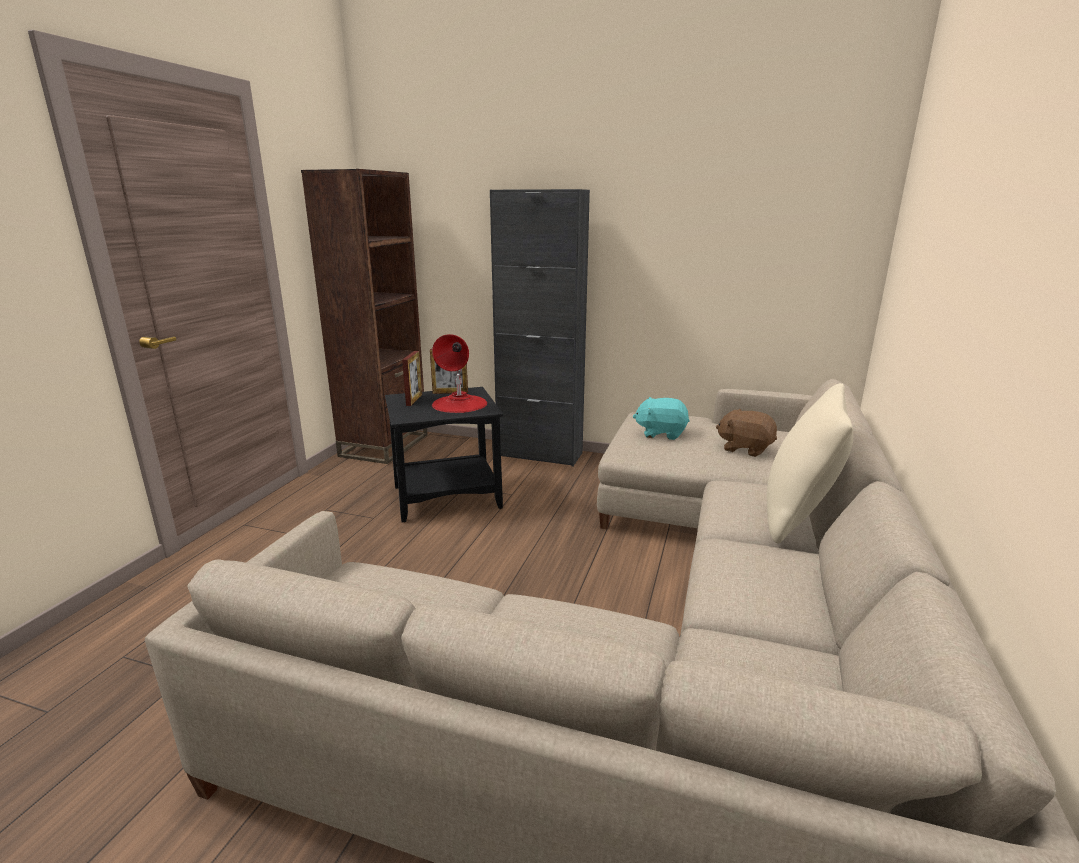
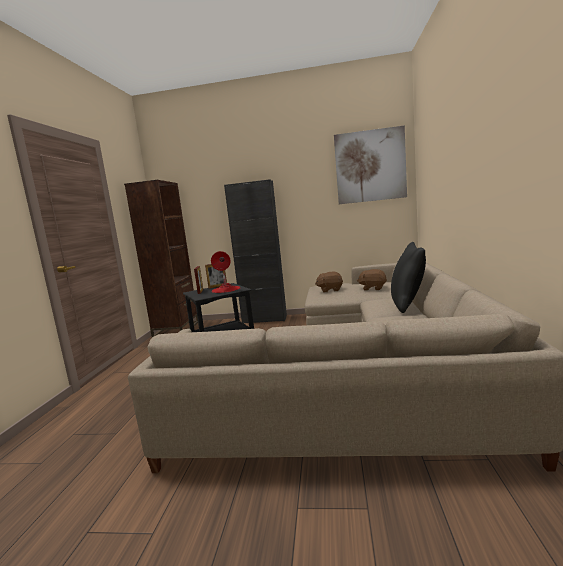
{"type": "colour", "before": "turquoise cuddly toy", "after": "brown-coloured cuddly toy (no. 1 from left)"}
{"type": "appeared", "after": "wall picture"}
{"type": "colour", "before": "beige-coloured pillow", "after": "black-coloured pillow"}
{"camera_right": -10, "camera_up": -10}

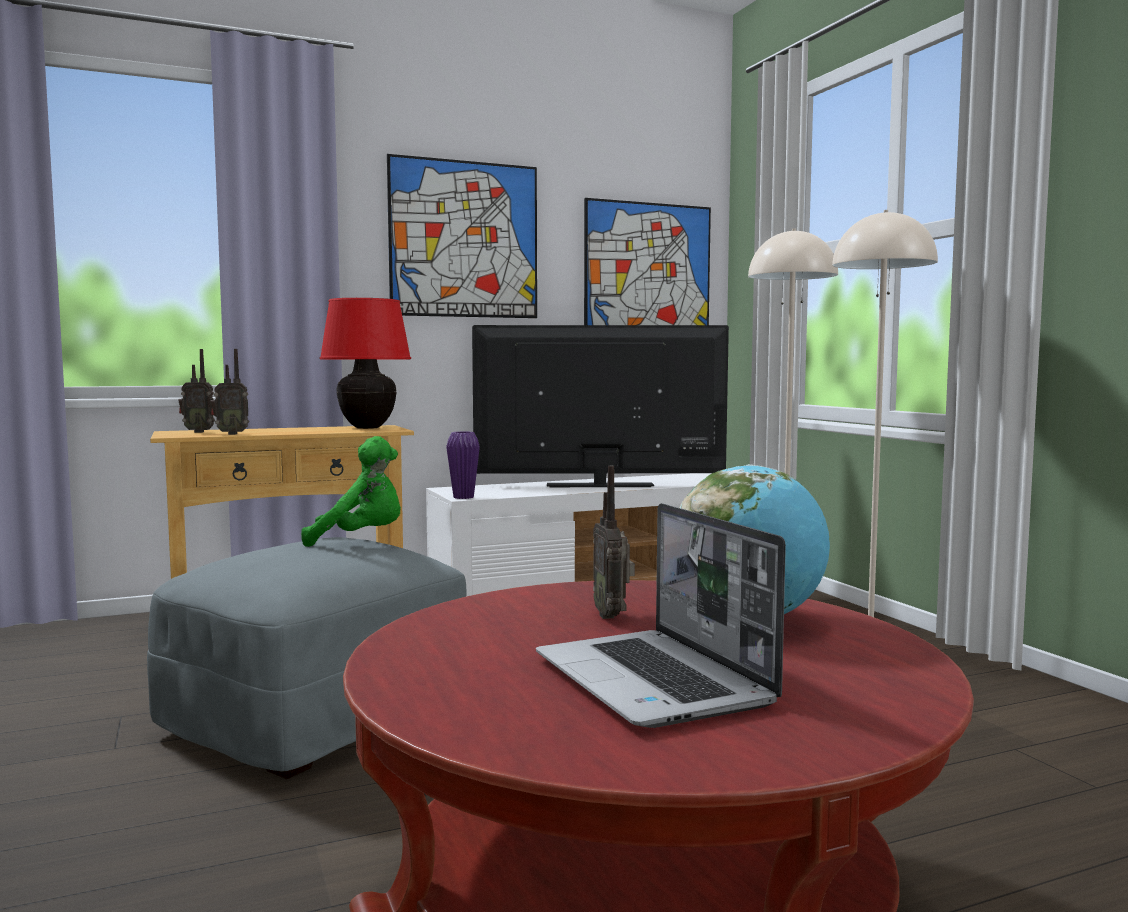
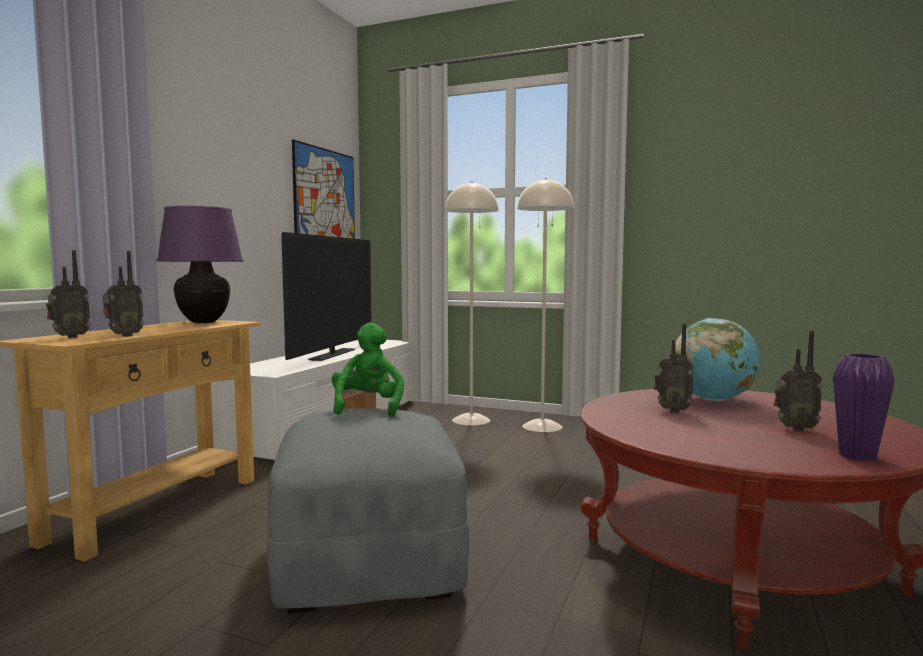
{"type": "colour", "before": "red tabletop lamp", "after": "purple-coloured tabletop lamp"}
{"type": "spun", "before": "TV", "turn": 150}
{"type": "spun", "before": "green cuddly toy", "turn": -45}
{"type": "exchanged", "before": "portable computer", "after": "radio set (no. 4 from left)"}
{"type": "relocated", "before": "purple-coloured decorative vase"}
{"type": "missing", "before": "wall picture (no. 1 from left)"}
{"camera_right": -45, "camera_up": 0}

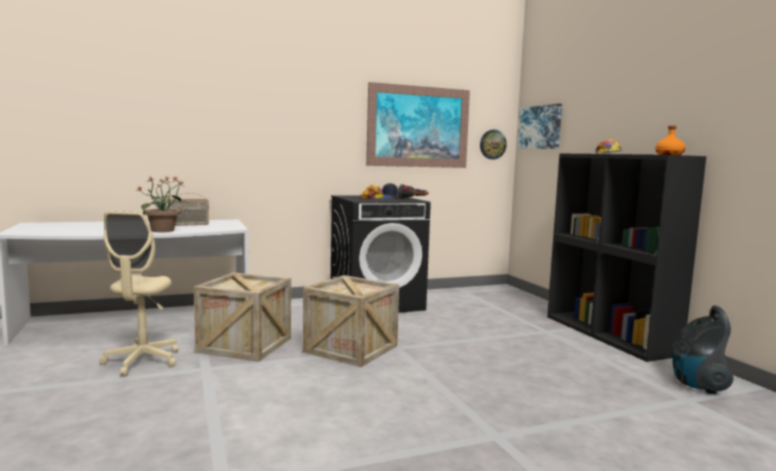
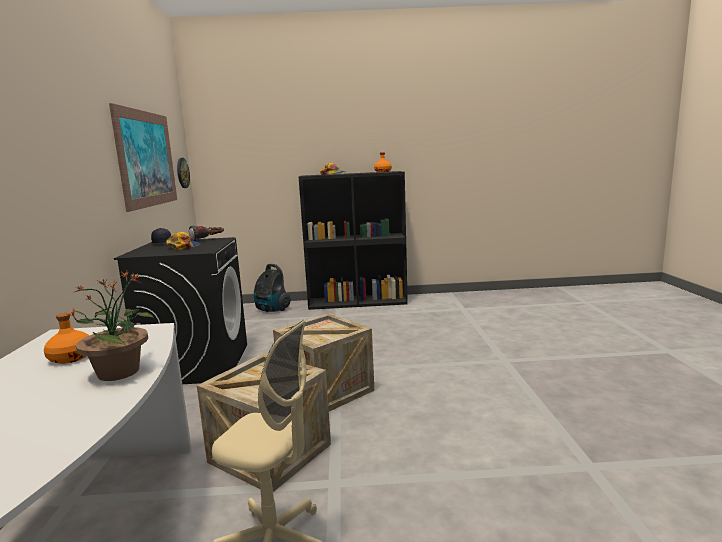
{"type": "exchanged", "before": "radio set", "after": "orange bottle (no. 1 from left)"}
{"type": "relocated", "before": "vacuum"}
{"type": "missing", "before": "wall picture (no. 2 from left)"}
{"camera_right": -70, "camera_up": 5}

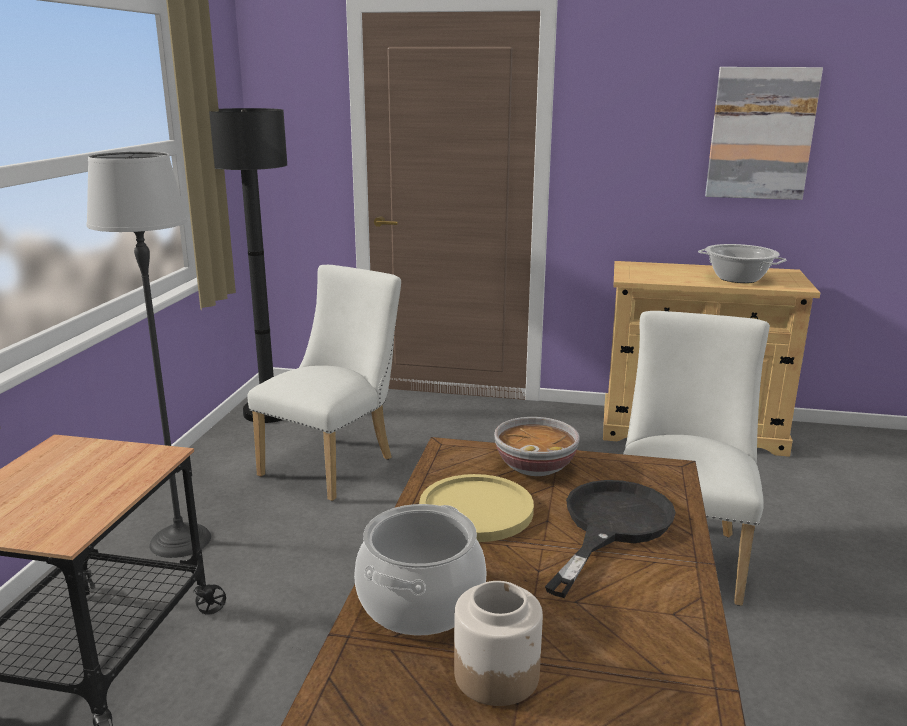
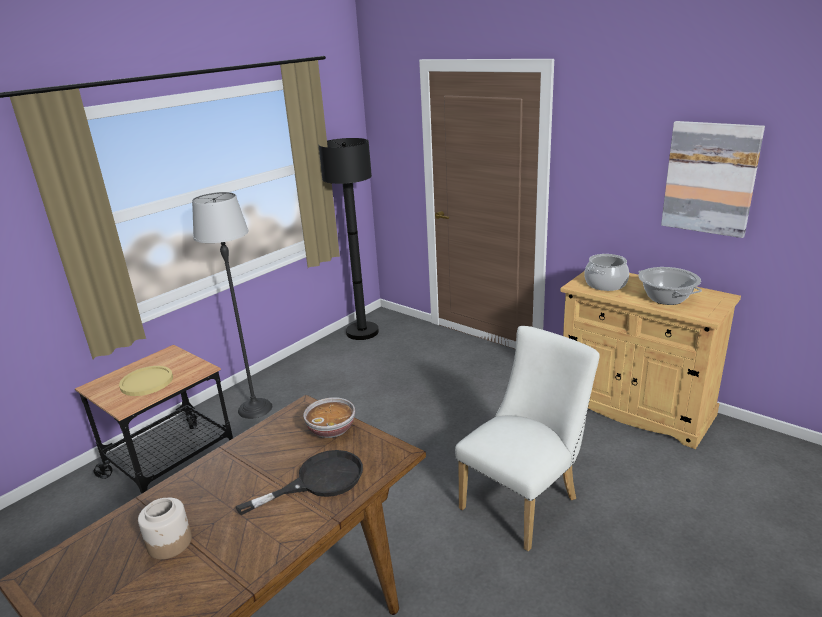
{"type": "relocated", "before": "yellow-coloured plate"}
{"type": "relocated", "before": "saucepot (no. 1 from left)"}
{"type": "missing", "before": "white-coloured upright chair (no. 1 from left)"}
{"camera_right": 30, "camera_up": 5}

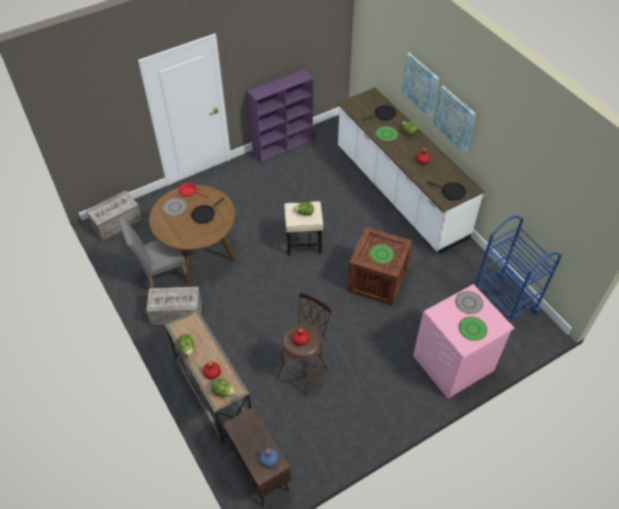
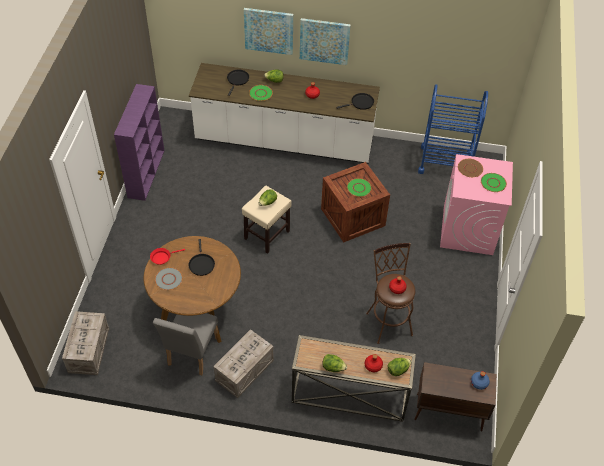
{"type": "colour", "before": "grey plate (no. 2 from left)", "after": "brown-coloured plate"}
{"camera_right": -50, "camera_up": 0}

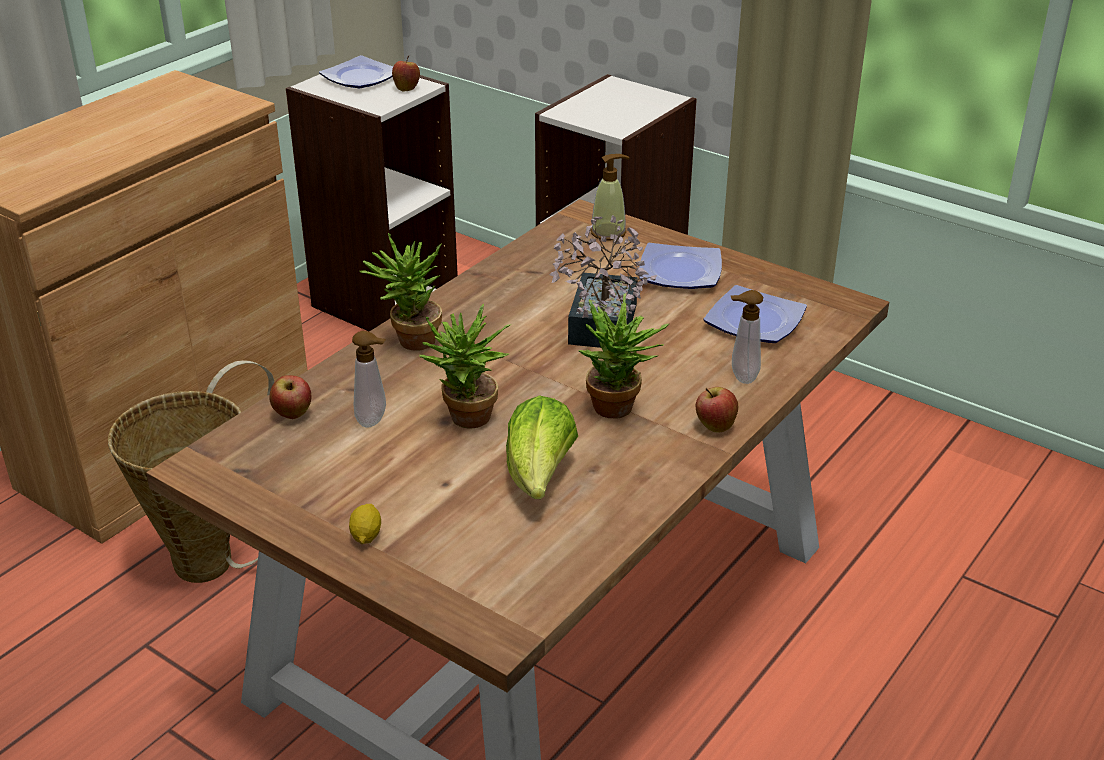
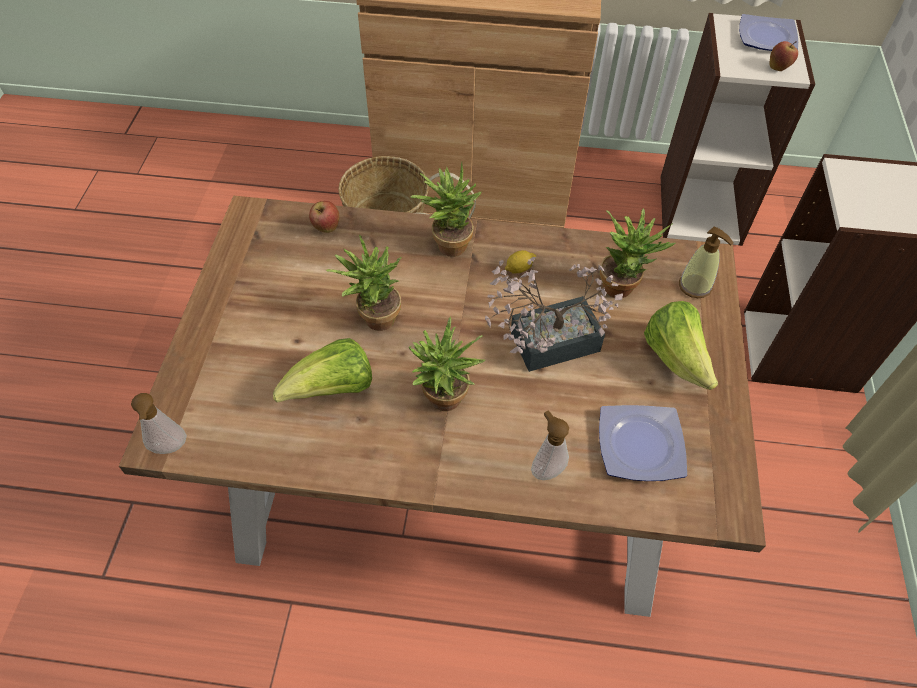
{"type": "relocated", "before": "liquid soap bottle (no. 1 from left)"}
{"type": "relocated", "before": "citrus fruit"}
{"type": "appeared", "after": "potted plant (no. 5 from left)"}
{"type": "exchanged", "before": "plate (no. 2 from left)", "after": "lettuce (no. 2 from left)"}
{"type": "missing", "before": "apple fruit (no. 3 from left)"}
{"camera_right": 60, "camera_up": 20}

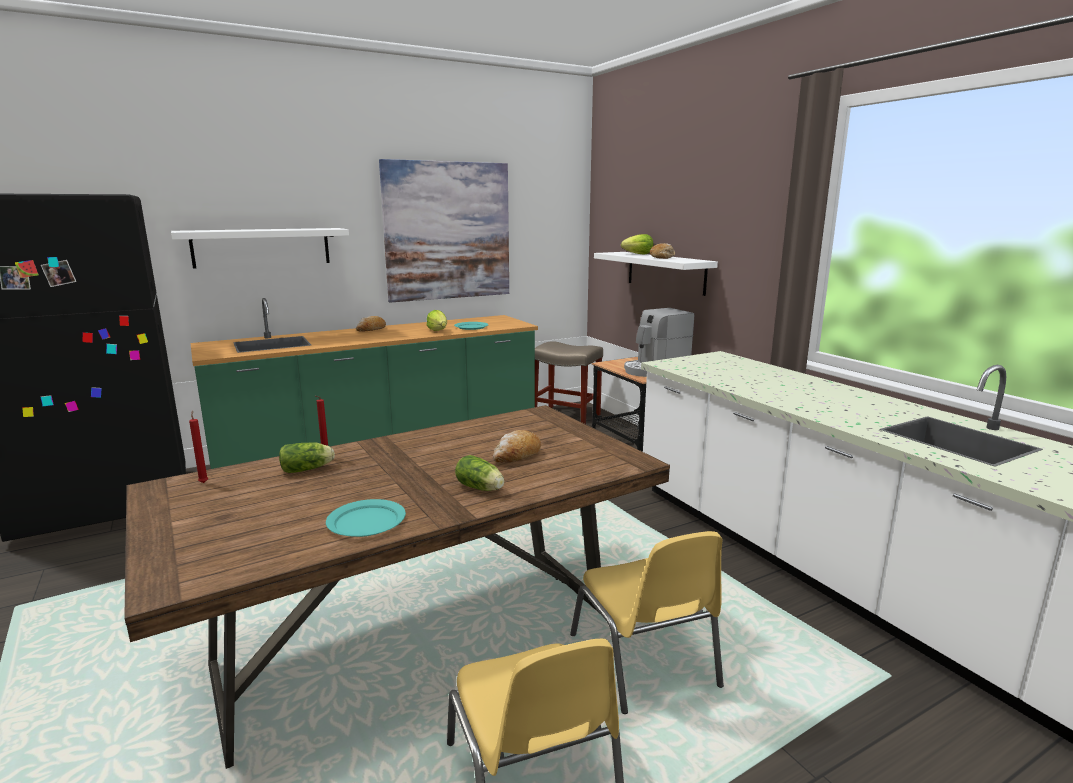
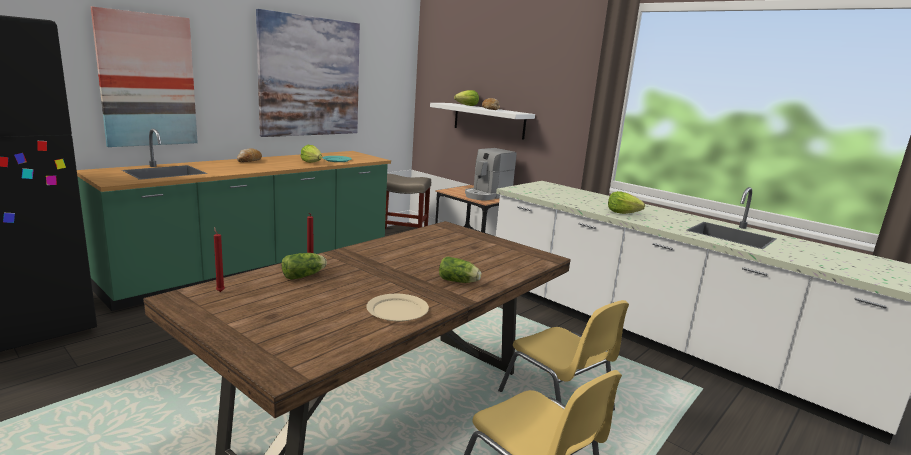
{"type": "exchanged", "before": "white-coloured shelf (no. 1 from left)", "after": "wall picture (no. 1 from left)"}
{"type": "colour", "before": "turquoise plate (no. 1 from left)", "after": "beige-coloured plate"}
{"type": "appeared", "after": "lettuce (no. 5 from left)"}
{"type": "missing", "before": "baked bread (no. 2 from left)"}
{"camera_right": -20, "camera_up": 0}

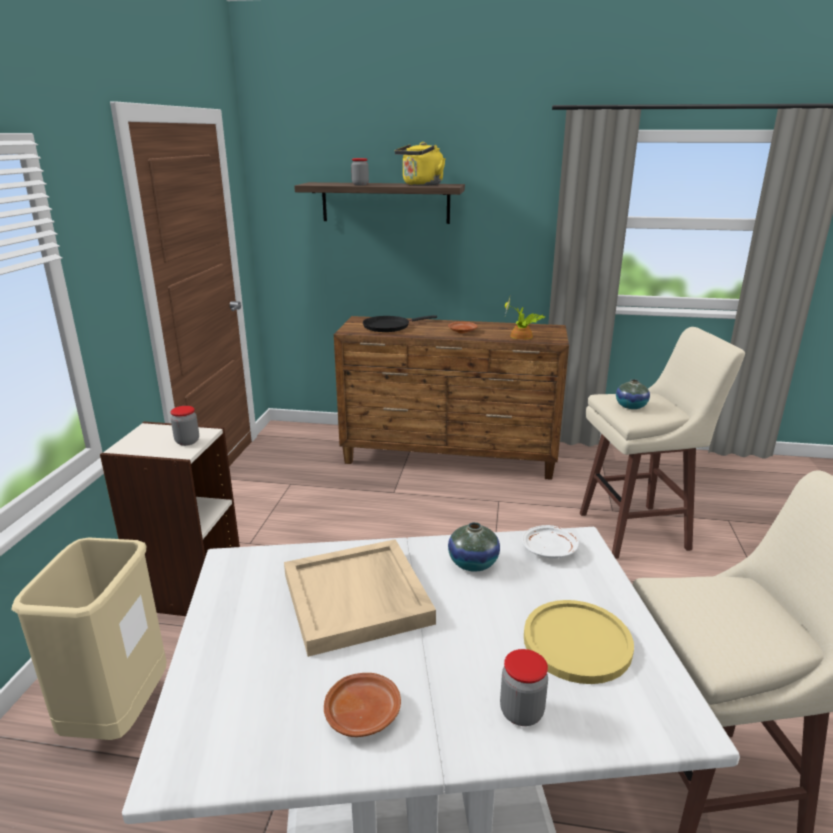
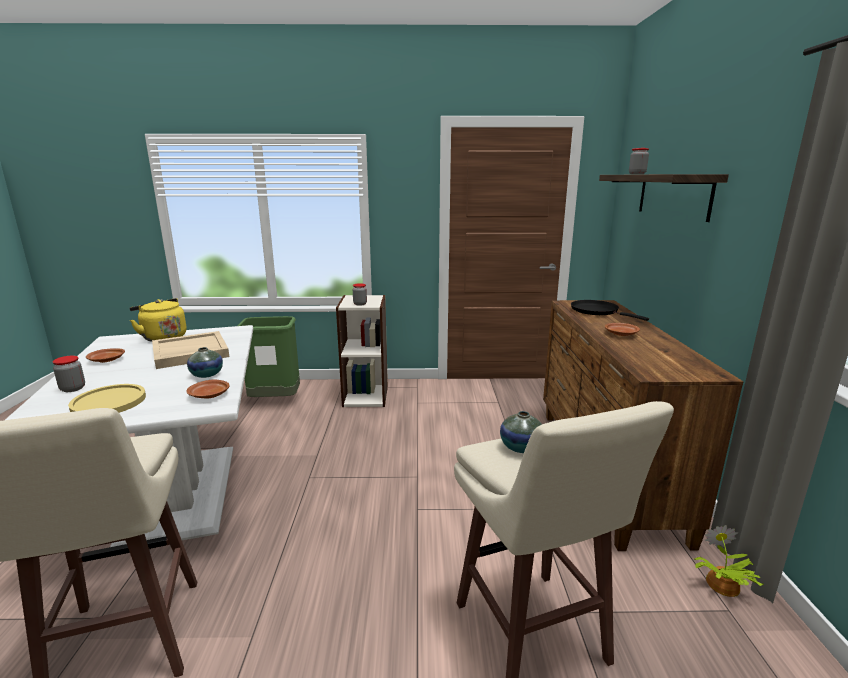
{"type": "relocated", "before": "yellow-coloured kettle"}
{"type": "colour", "before": "white-coloured plate", "after": "brown-coloured plate (no. 2 from left)"}
{"type": "colour", "before": "beige-coloured trash can", "after": "green trash can"}
{"type": "relocated", "before": "potted plant"}
{"camera_right": 80, "camera_up": -5}

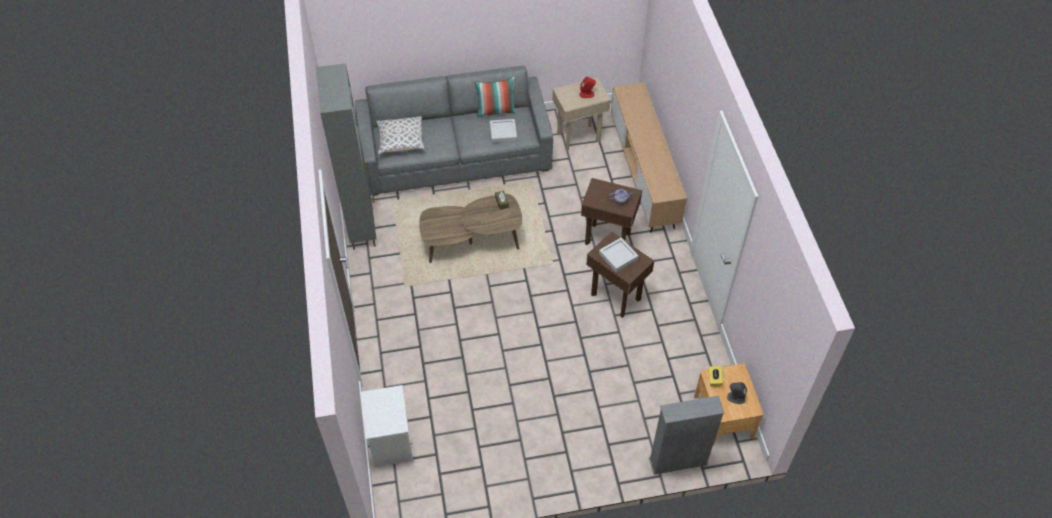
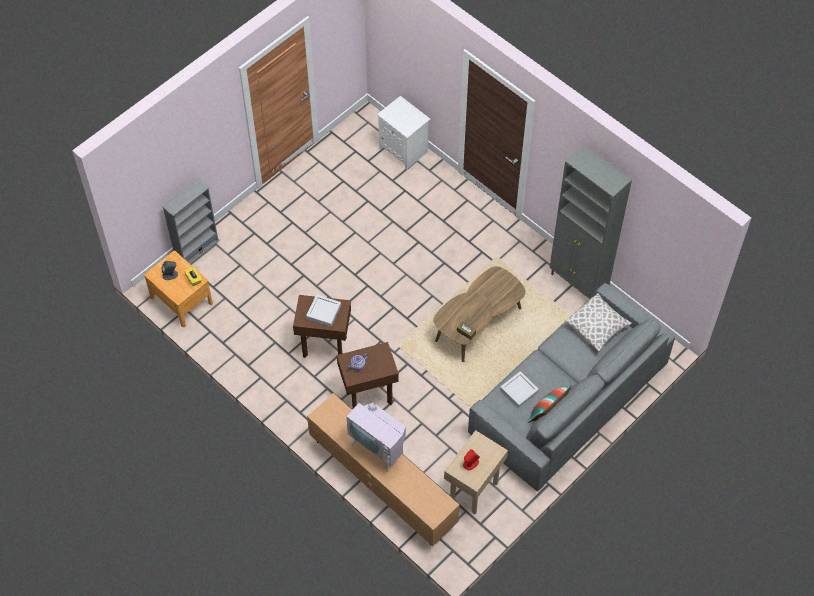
{"type": "appeared", "after": "TV"}
{"camera_right": 145, "camera_up": 5}

